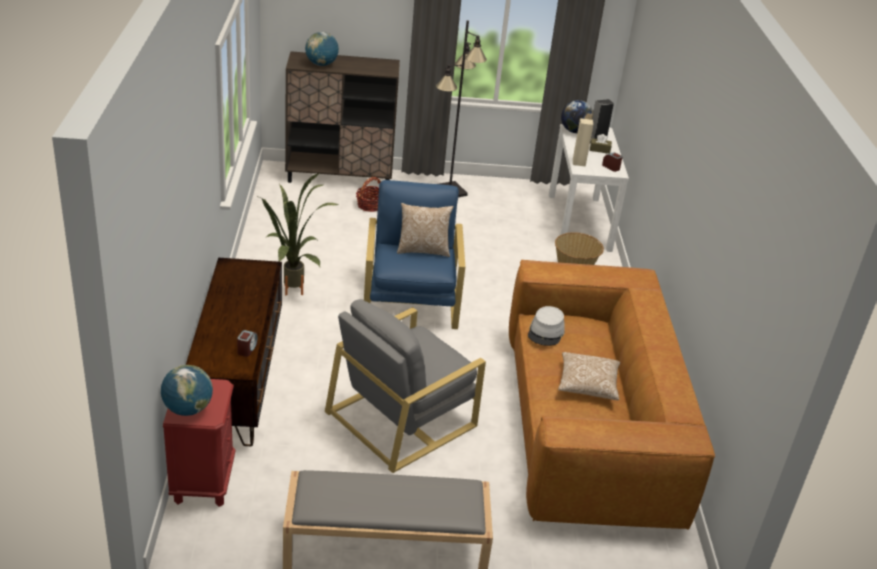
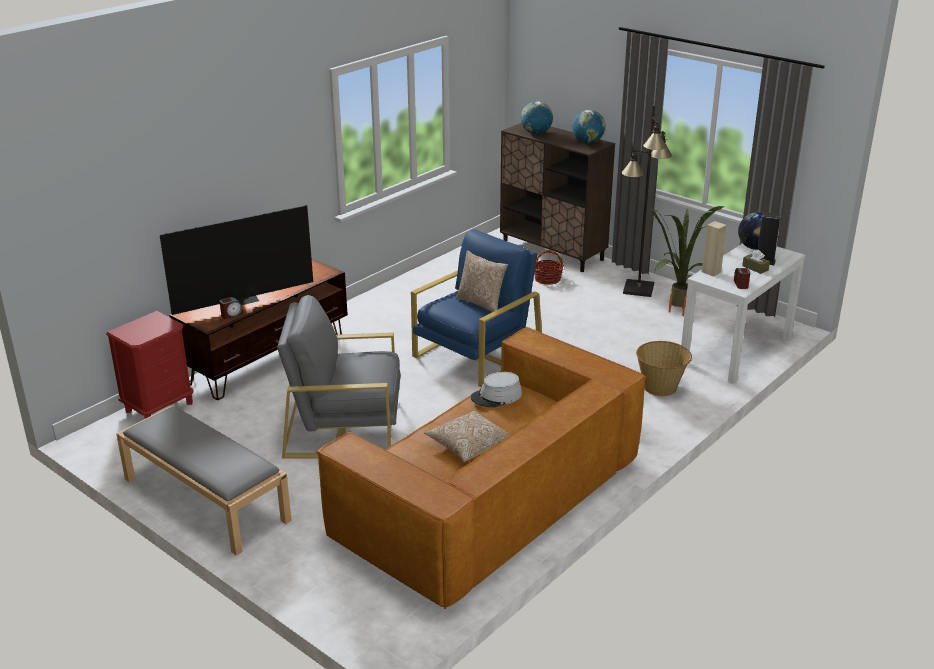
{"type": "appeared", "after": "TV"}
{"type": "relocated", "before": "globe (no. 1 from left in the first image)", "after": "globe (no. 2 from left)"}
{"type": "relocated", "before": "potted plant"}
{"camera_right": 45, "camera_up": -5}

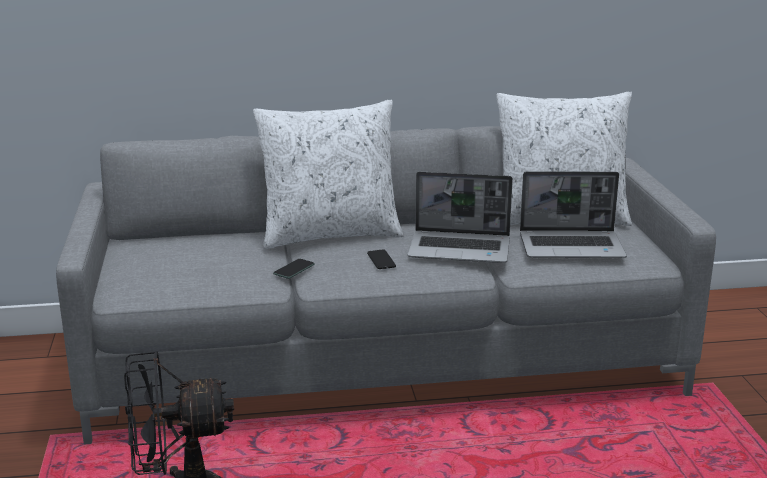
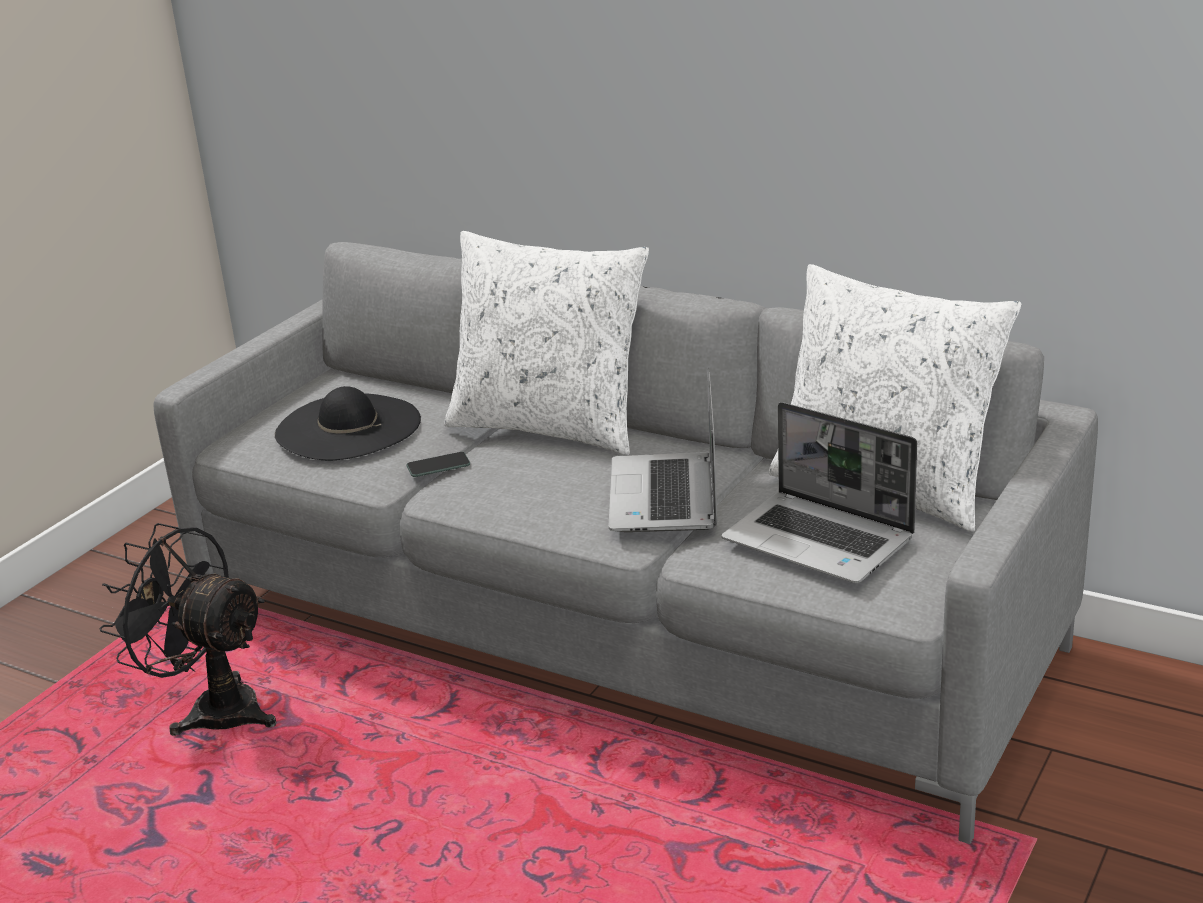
{"type": "appeared", "after": "black-coloured wearable hat"}
{"type": "spun", "before": "portable computer (no. 1 from left)", "turn": 45}
{"type": "missing", "before": "handset (no. 2 from left)"}
{"camera_right": 40, "camera_up": 5}

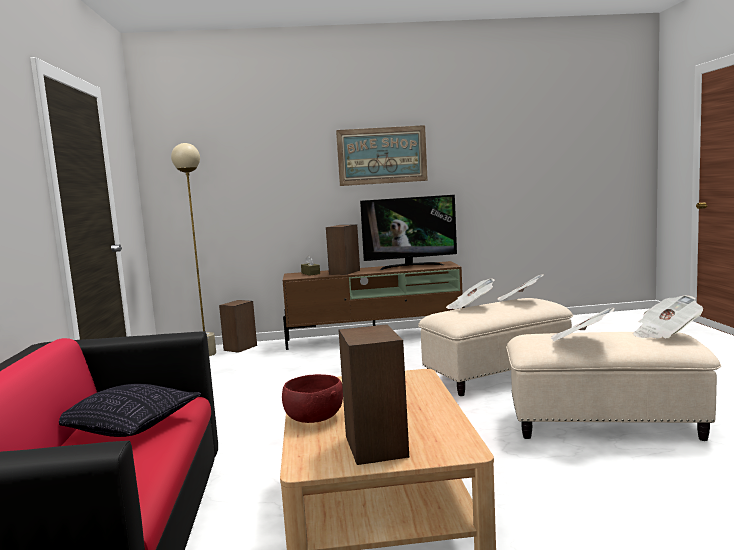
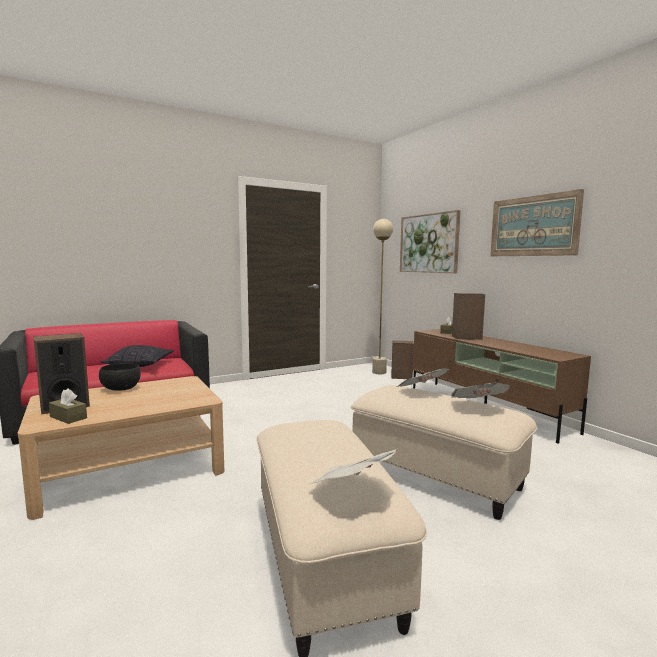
{"type": "appeared", "after": "brown-coloured tissue box (no. 1 from left)"}
{"type": "colour", "before": "red deep dish", "after": "black-coloured deep dish"}
{"type": "appeared", "after": "wall picture (no. 1 from left)"}
{"type": "missing", "before": "TV"}
{"type": "missing", "before": "newspaper (no. 3 from left)"}
{"camera_right": 65, "camera_up": 0}

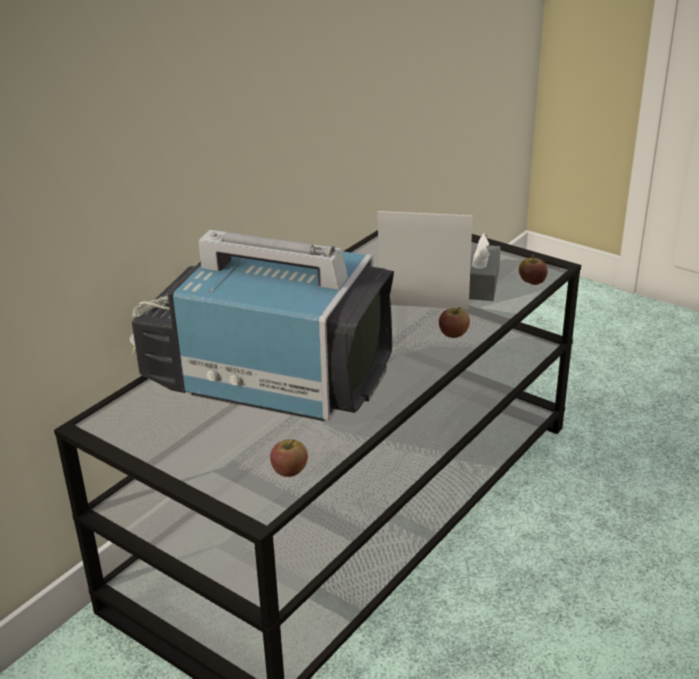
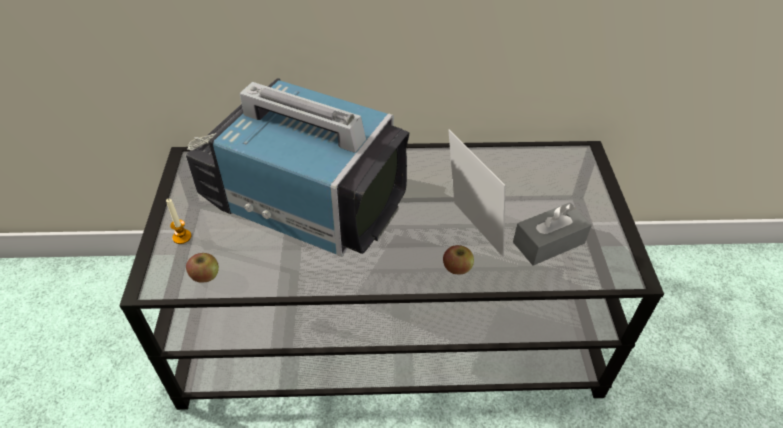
{"type": "appeared", "after": "wax light"}
{"type": "spun", "before": "TV", "turn": -45}
{"type": "missing", "before": "apple fruit (no. 3 from left)"}
{"camera_right": 50, "camera_up": 15}

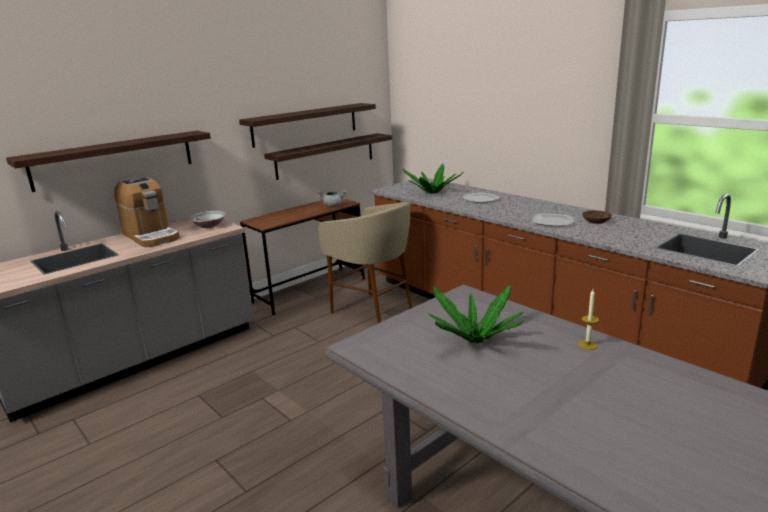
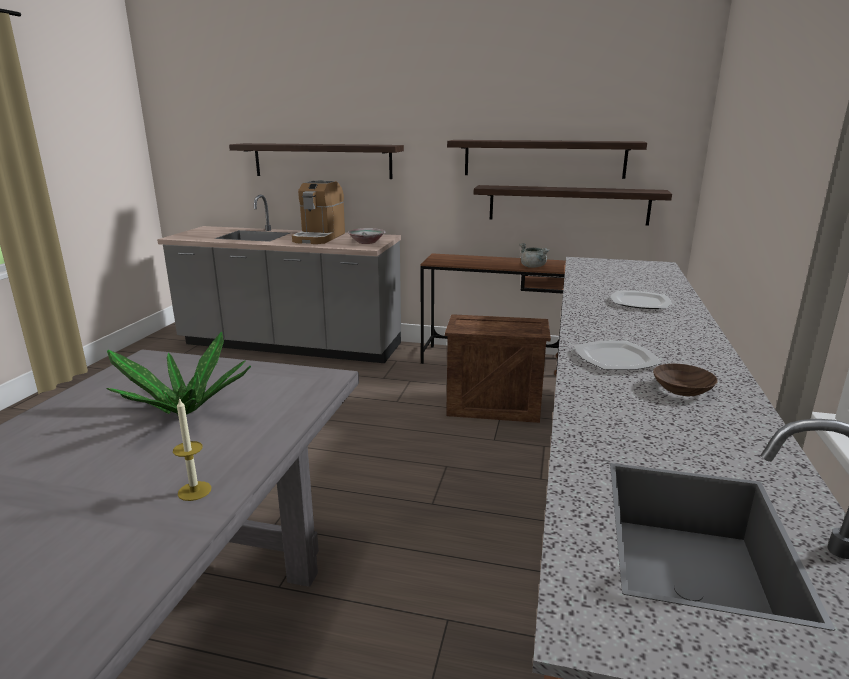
{"type": "exchanged", "before": "beige-coloured stool seat", "after": "packing crate"}
{"type": "missing", "before": "potted plant (no. 1 from left)"}
{"camera_right": 55, "camera_up": 0}

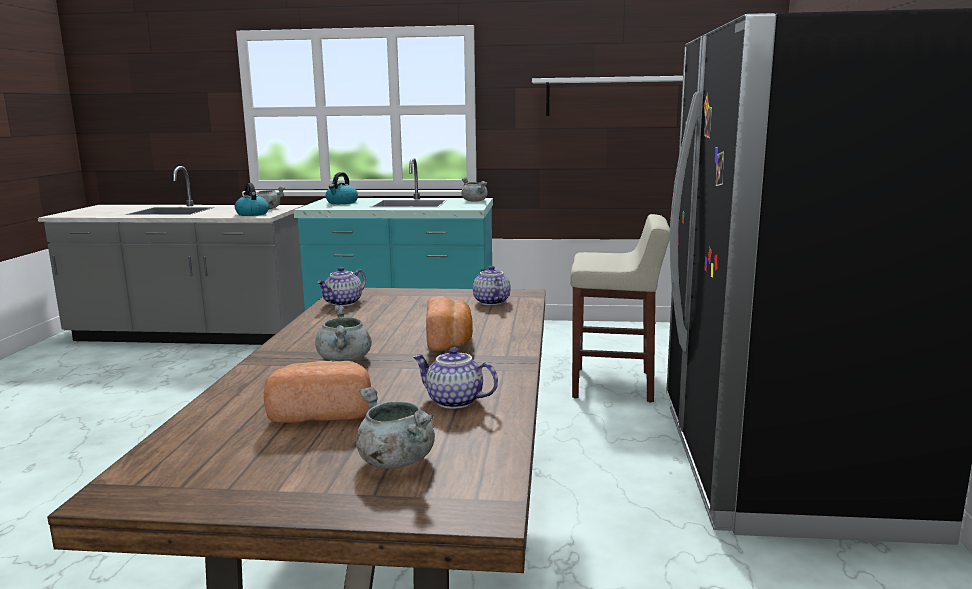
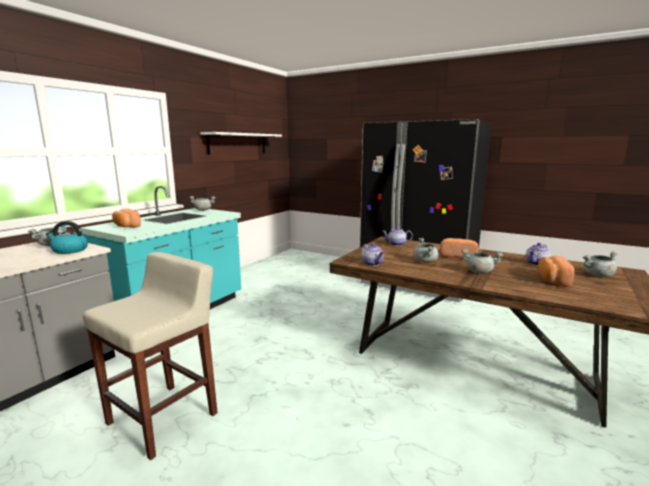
{"type": "relocated", "before": "beige-coloured stool seat"}
{"type": "exchanged", "before": "kettle (no. 2 from left)", "after": "baked bread (no. 1 from left)"}
{"type": "appeared", "after": "grey saucepot (no. 3 from left)"}
{"camera_right": -65, "camera_up": 0}

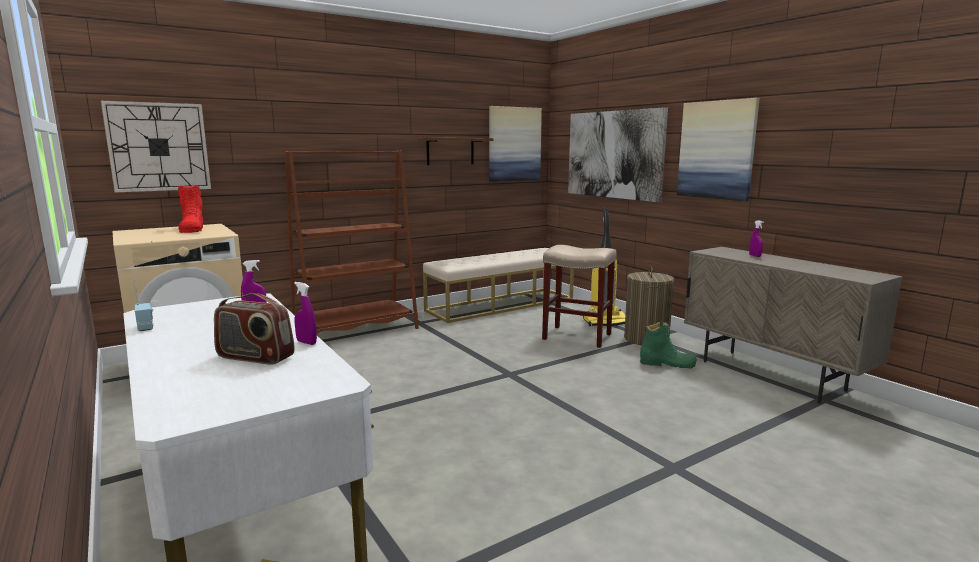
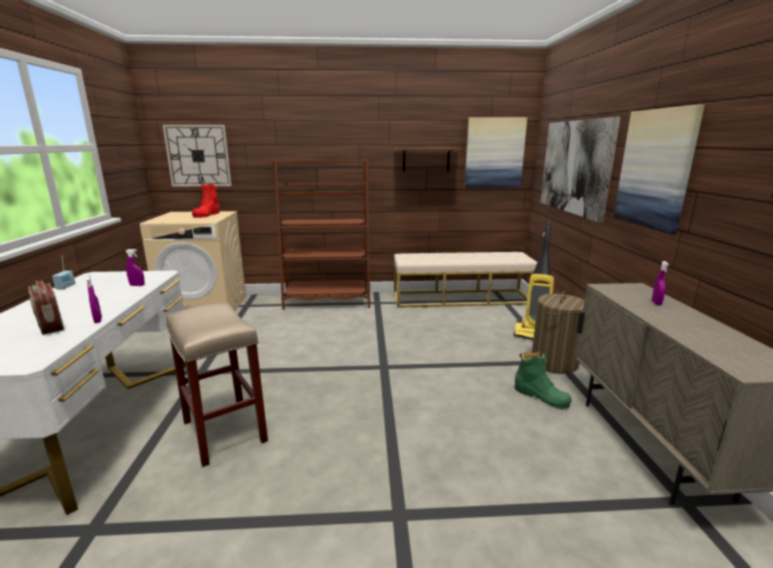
{"type": "relocated", "before": "beige-coloured stool seat"}
{"camera_right": 30, "camera_up": 5}

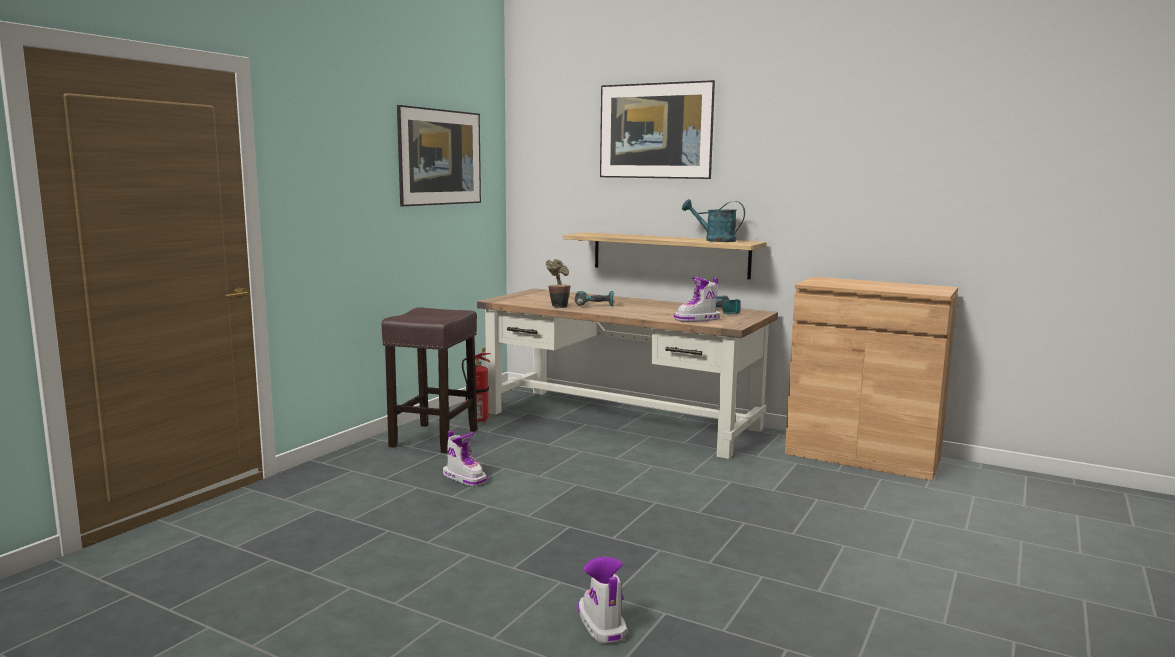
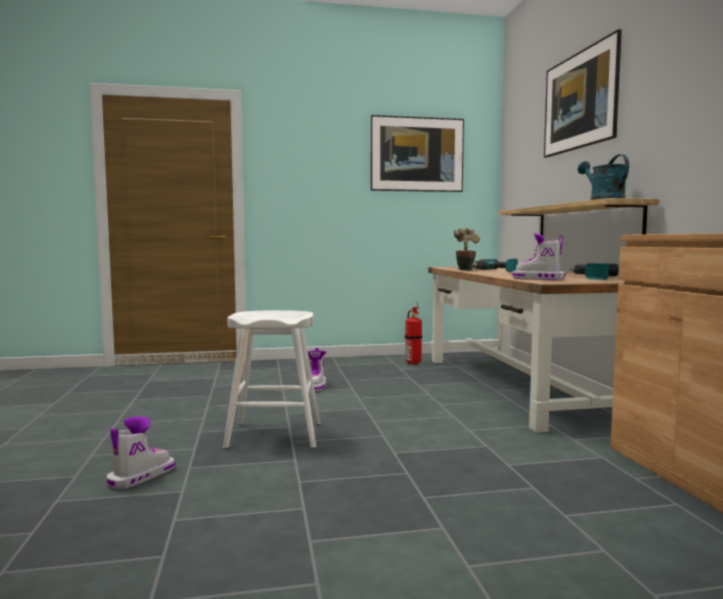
{"type": "appeared", "after": "white-coloured stool seat"}
{"type": "missing", "before": "brown-coloured stool seat"}
{"camera_right": 50, "camera_up": -5}

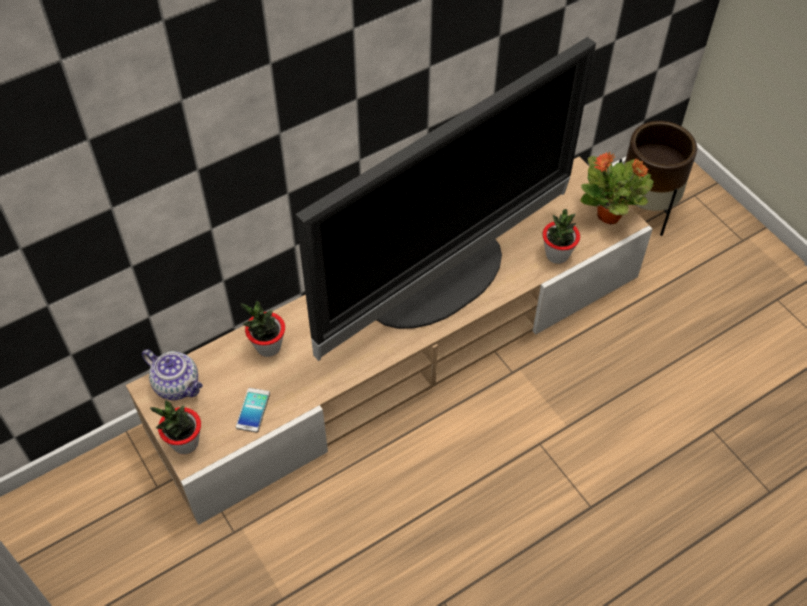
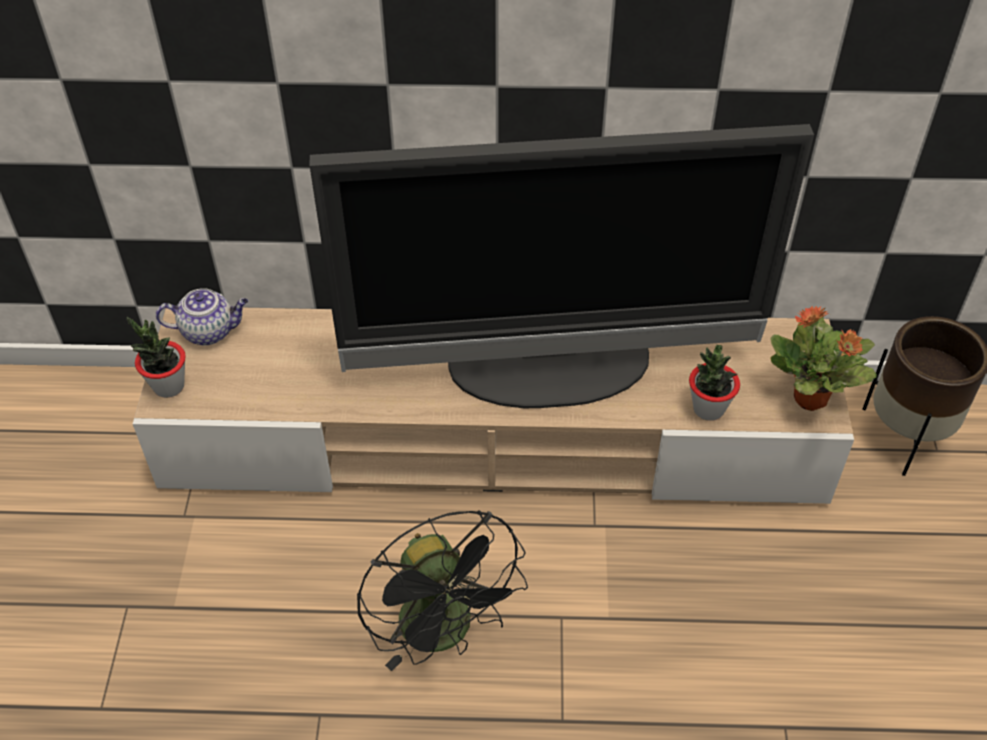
{"type": "spun", "before": "pot for tea", "turn": -75}
{"type": "appeared", "after": "black-coloured cooling fan"}
{"type": "missing", "before": "handset"}
{"type": "missing", "before": "potted plant (no. 2 from left)"}
{"camera_right": 35, "camera_up": -5}

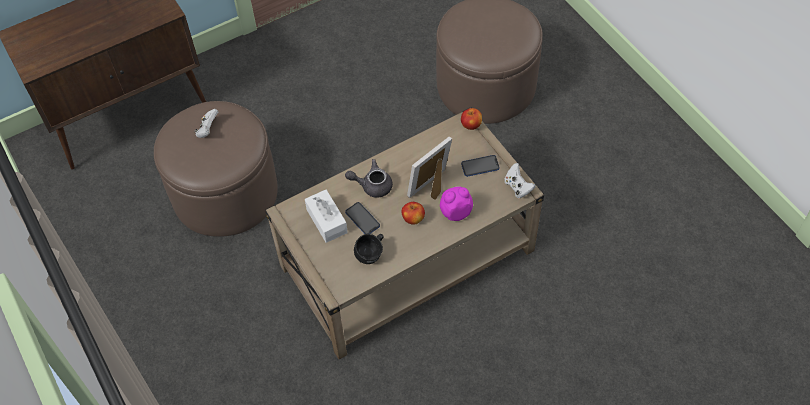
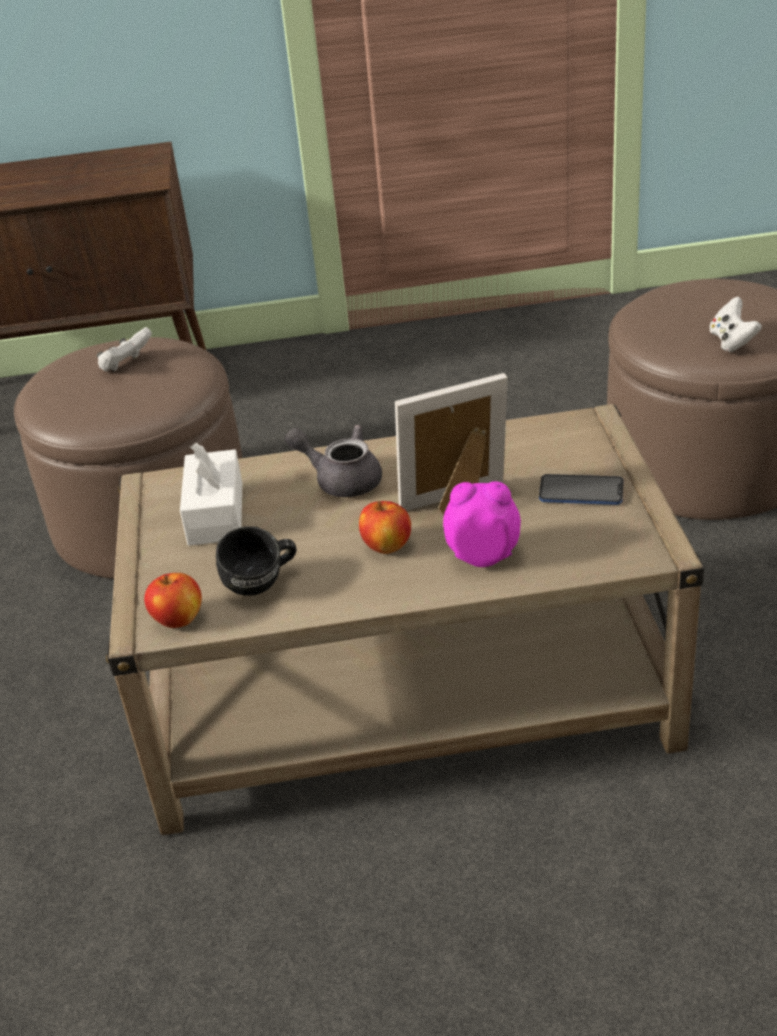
{"type": "relocated", "before": "apple fruit (no. 2 from left in the first image)", "after": "apple fruit (no. 1 from left)"}
{"type": "relocated", "before": "white-coloured joypad (no. 2 from left)"}
{"type": "missing", "before": "handset (no. 1 from left)"}
{"camera_right": 25, "camera_up": -20}

